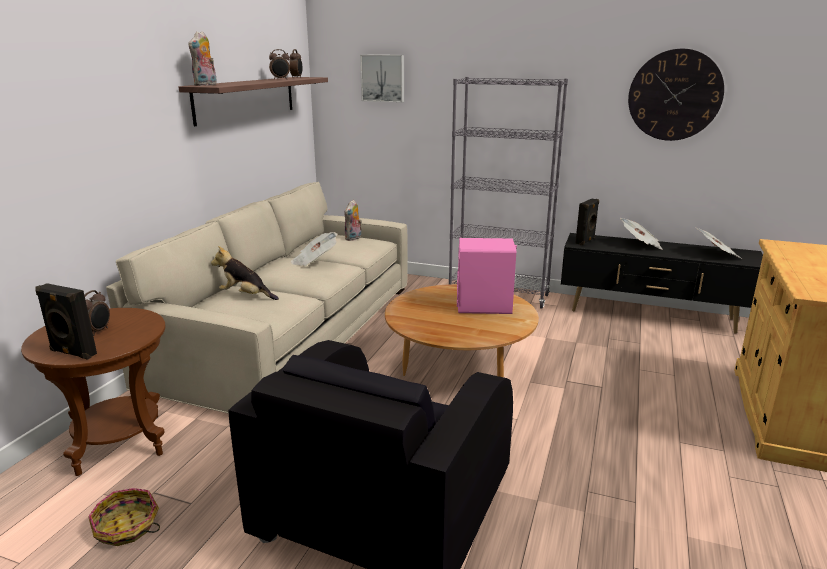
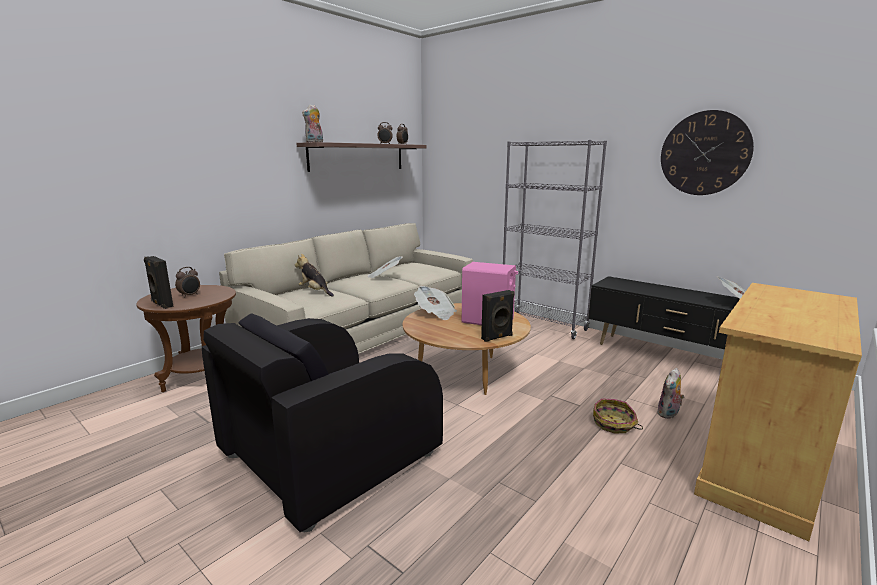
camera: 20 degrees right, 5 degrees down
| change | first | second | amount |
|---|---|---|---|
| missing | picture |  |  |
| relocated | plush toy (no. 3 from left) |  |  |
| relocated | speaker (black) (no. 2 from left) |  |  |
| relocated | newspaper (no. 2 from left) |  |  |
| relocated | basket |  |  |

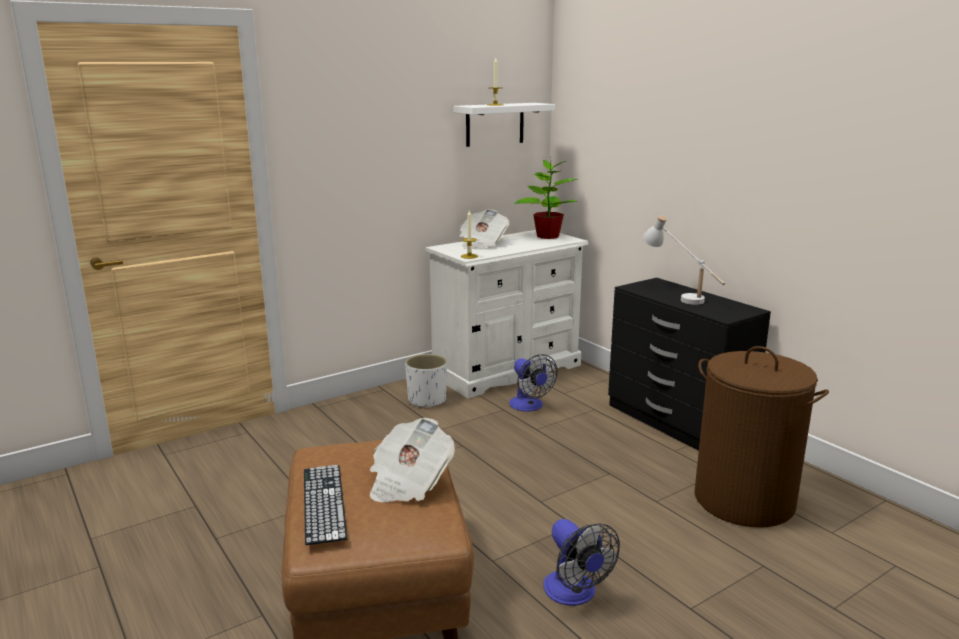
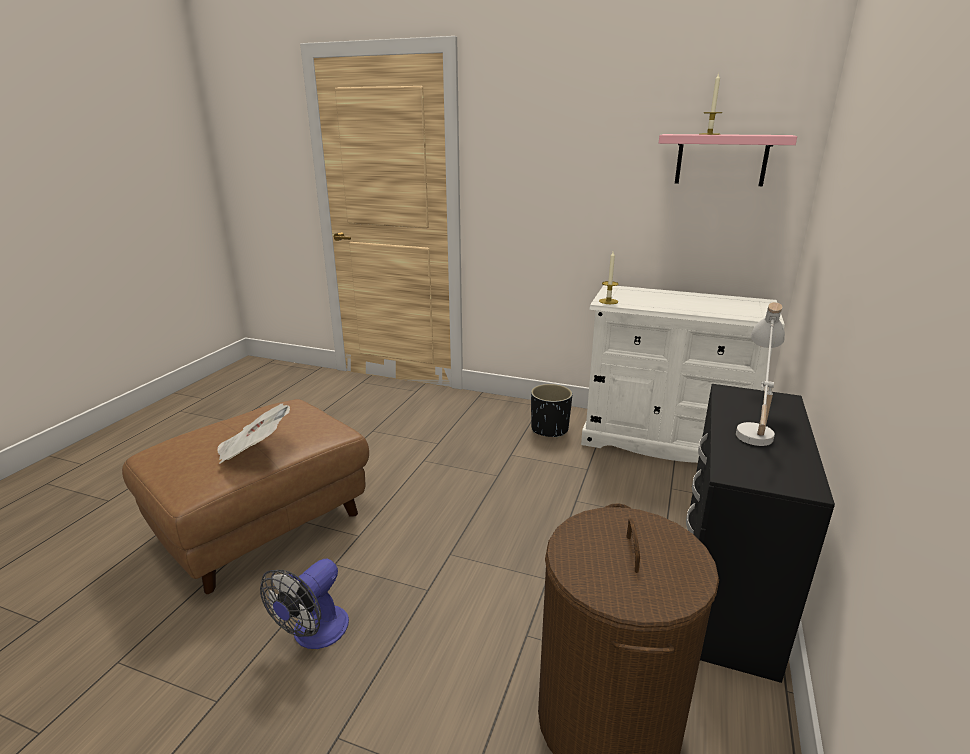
camera: 55 degrees right, 5 degrees up
| change | first | second | amount |
|---|---|---|---|
| colour | shelf (white) | shelf (pink) |  |
| missing | potted plant |  |  |
| missing | newspaper (no. 2 from left) |  |  |
| colour | planter (white) | planter (black) |  |
| missing | fan (no. 1 from left) |  |  |
| missing | keyboard |  |  |

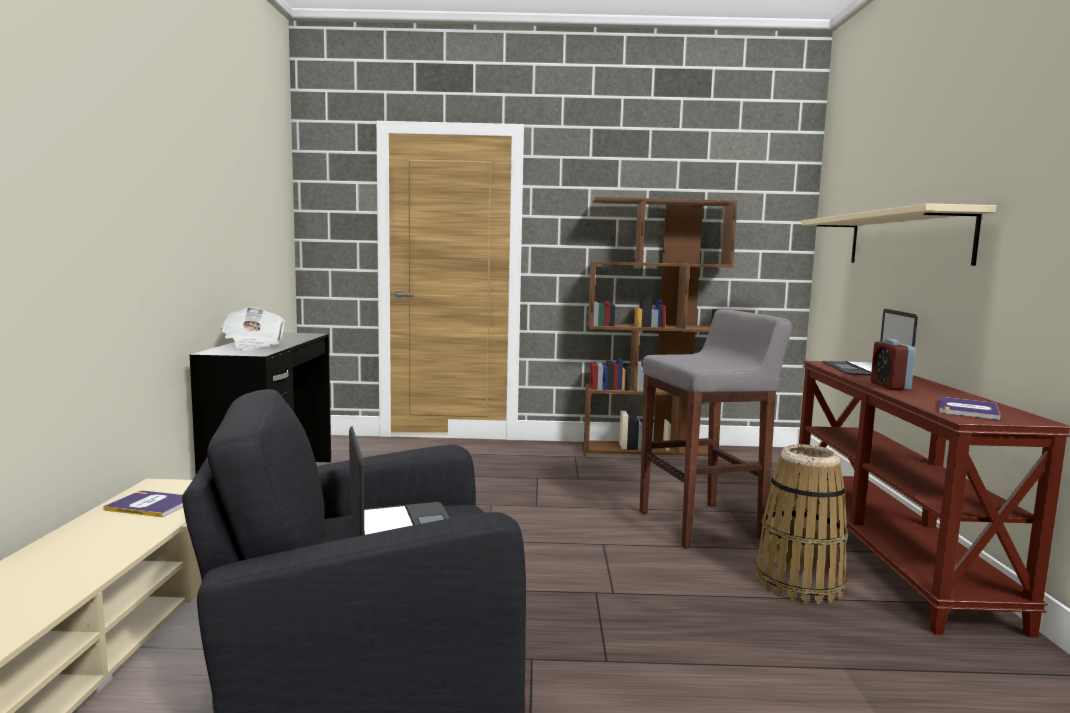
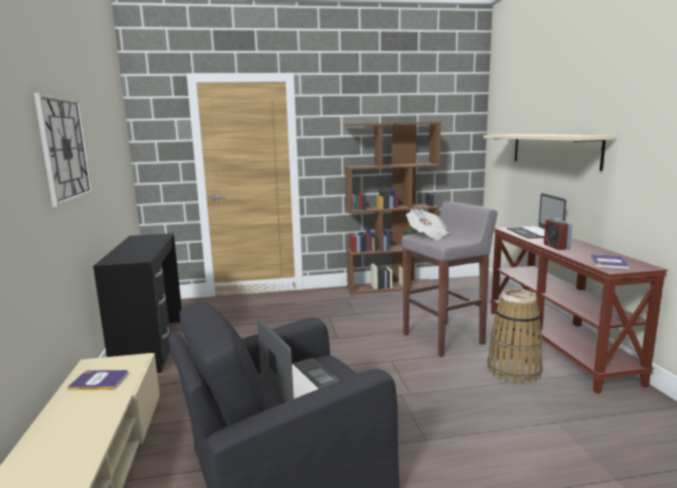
camera: 10 degrees left, 5 degrees up
| change | first | second | amount |
|---|---|---|---|
| relocated | newspaper |  |  |
| appeared |  | wall clock |  |

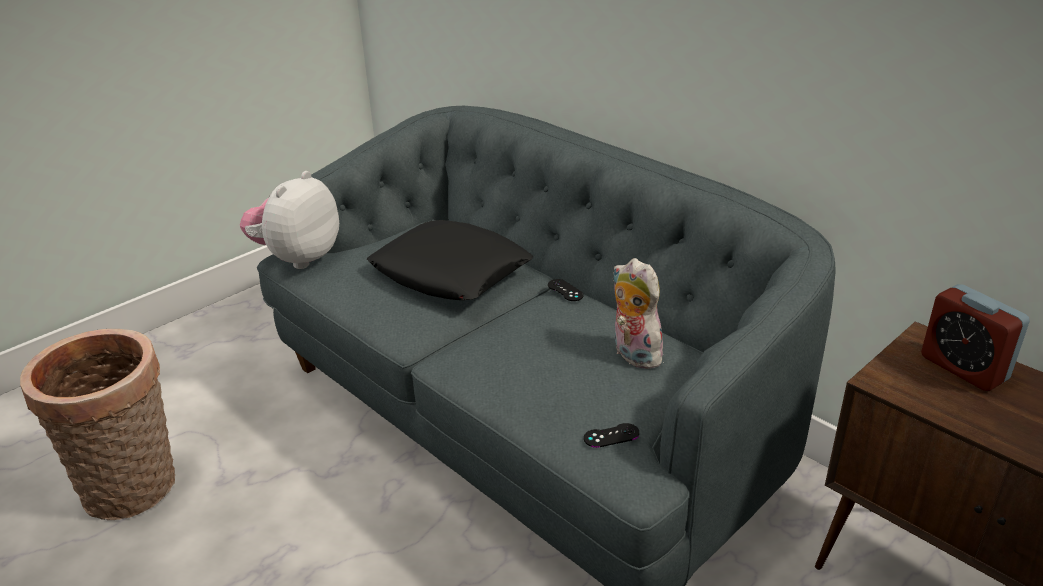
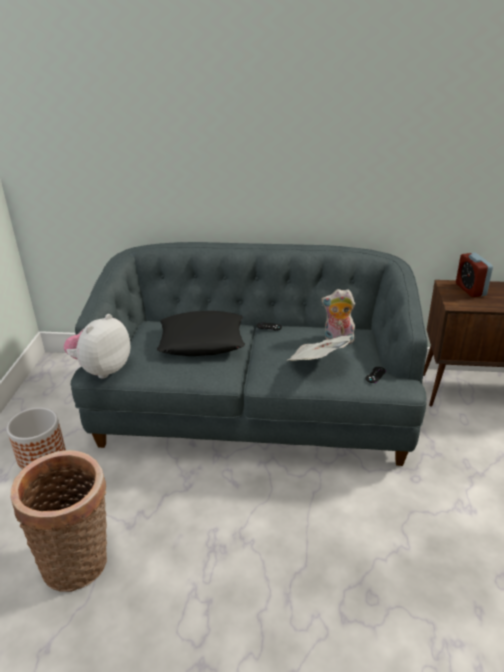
camera: 40 degrees left, 0 degrees up
| change | first | second | amount |
|---|---|---|---|
| spun | plush toy (no. 1 from left) |  | 45 degrees clockwise |
| spun | alarm clock |  | 60 degrees clockwise |
| appeared |  | newspaper |  |
| appeared |  | planter |  |

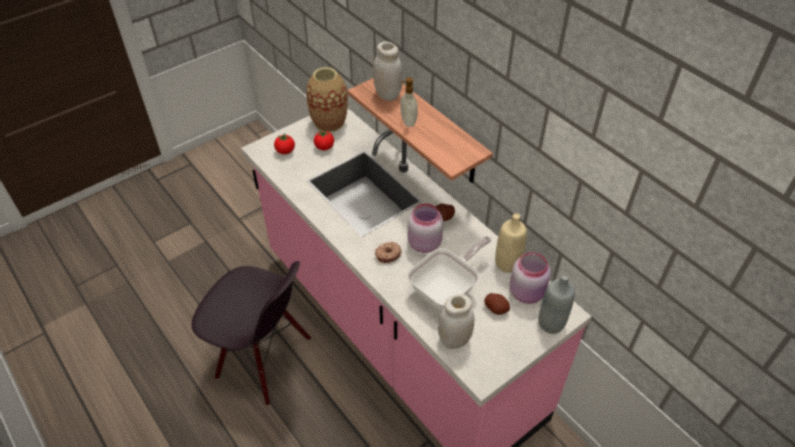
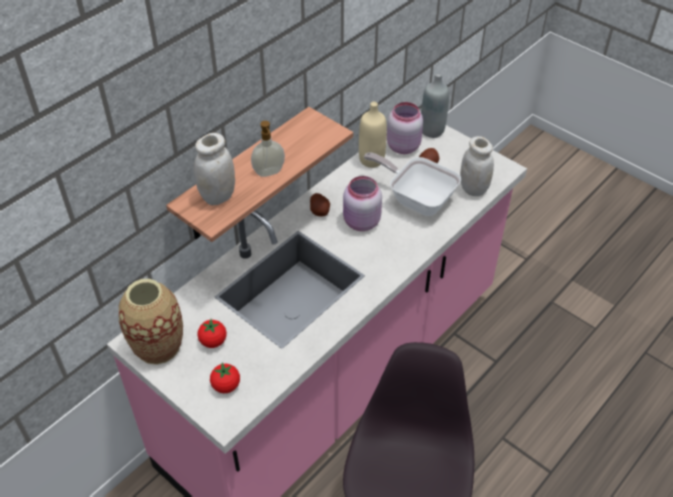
camera: 100 degrees left, 0 degrees up
| change | first | second | amount |
|---|---|---|---|
| missing | donut |  |  |

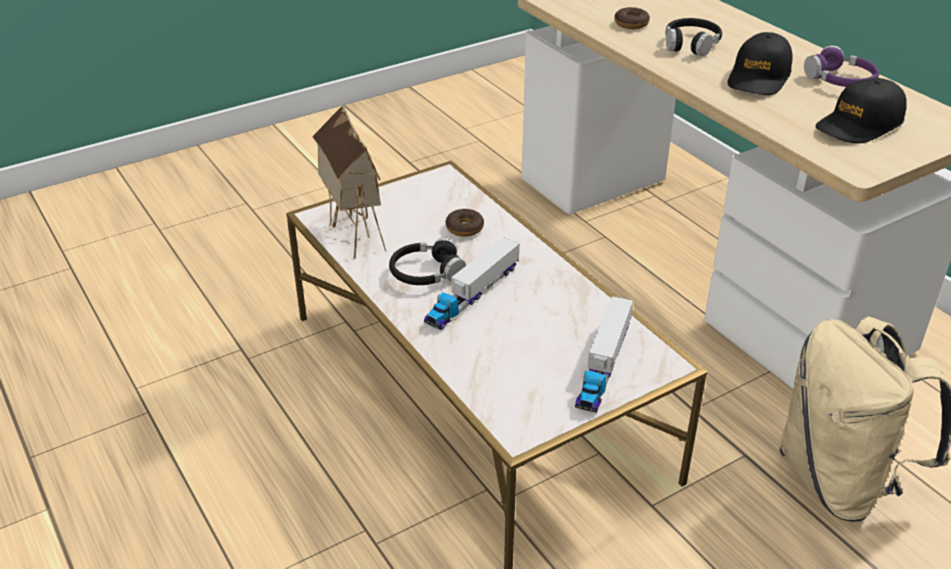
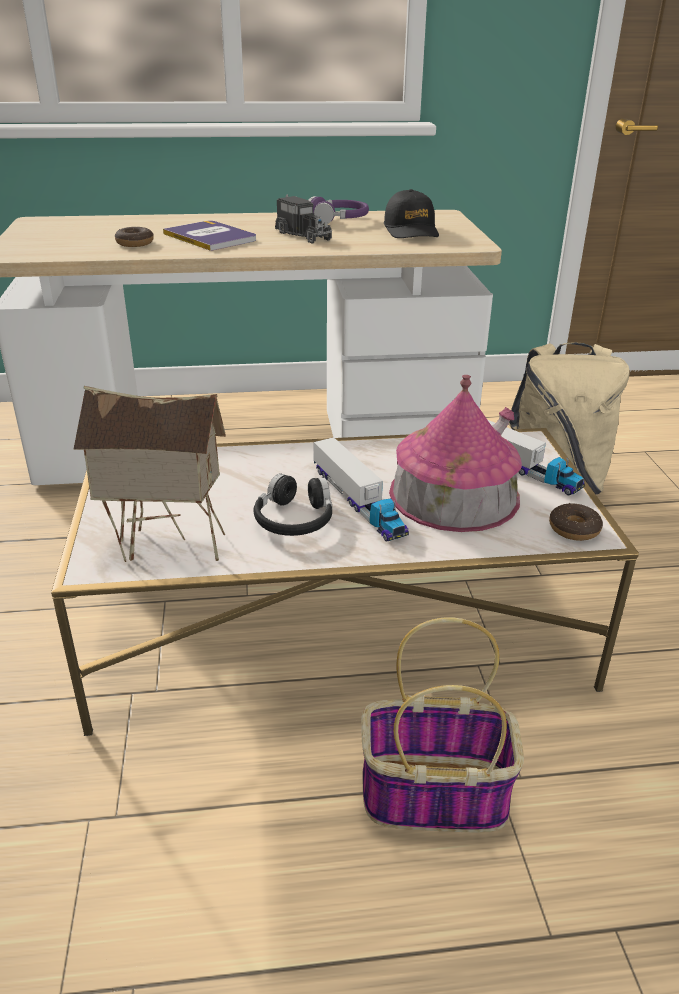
camera: 65 degrees left, 5 degrees down
| change | first | second | amount |
|---|---|---|---|
| exchanged | headphones (black) (no. 2 from left) | book |  |
| exchanged | cap (black) (no. 1 from left) | toy truck (no. 1 from left) |  |
| relocated | donut (no. 1 from left in the first image) | donut (no. 2 from left) |  |
| appeared |  | toy house (no. 2 from left) |  |
| appeared |  | basket |  |

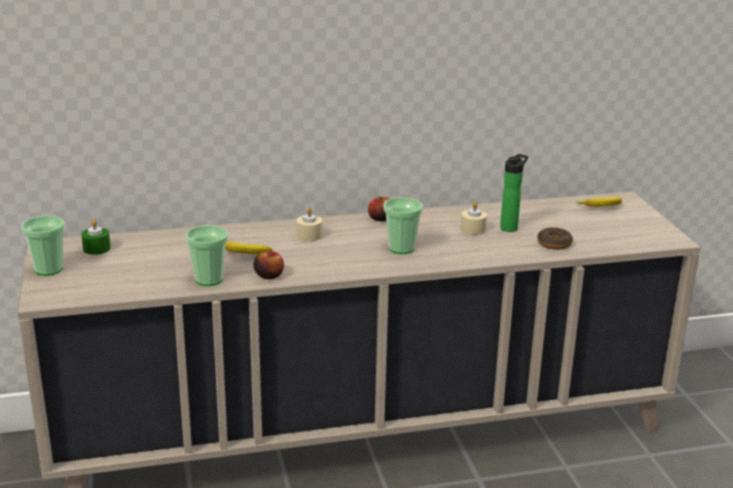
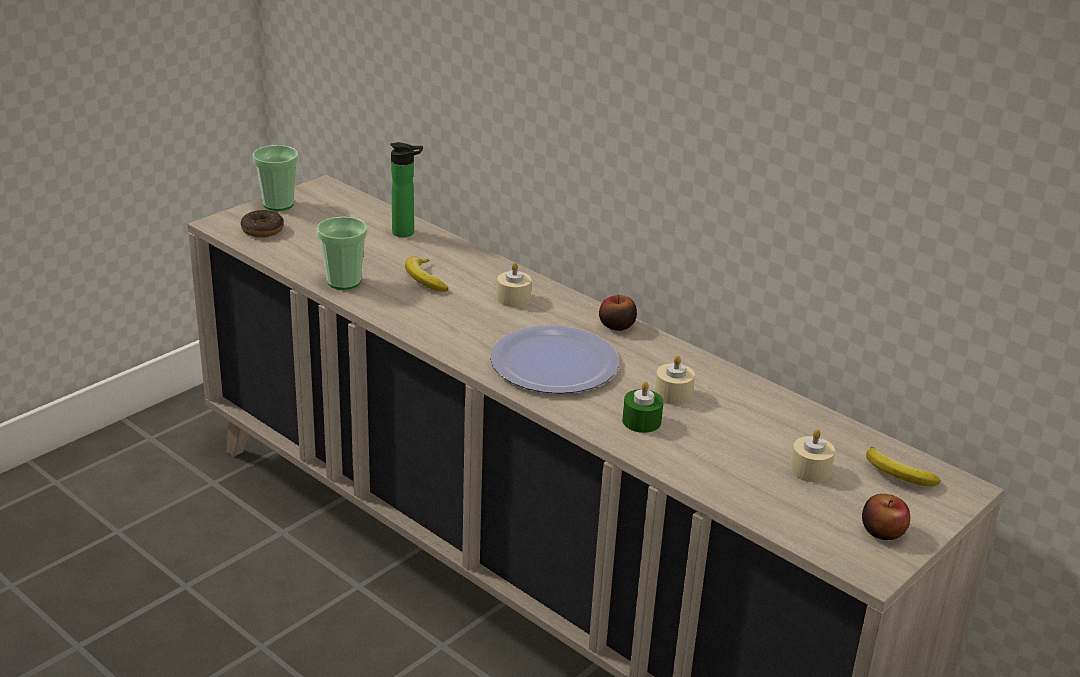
camera: 55 degrees right, 5 degrees up
| change | first | second | amount |
|---|---|---|---|
| relocated | bottle |  |  |
| exchanged | cup (no. 3 from left) | plate |  |
| relocated | candle (green) |  |  |
| relocated | donut |  |  |
| relocated | apple (no. 1 from left in the first image) | apple (no. 2 from left) |  |
| appeared |  | candle (beige) (no. 3 from left) |  |

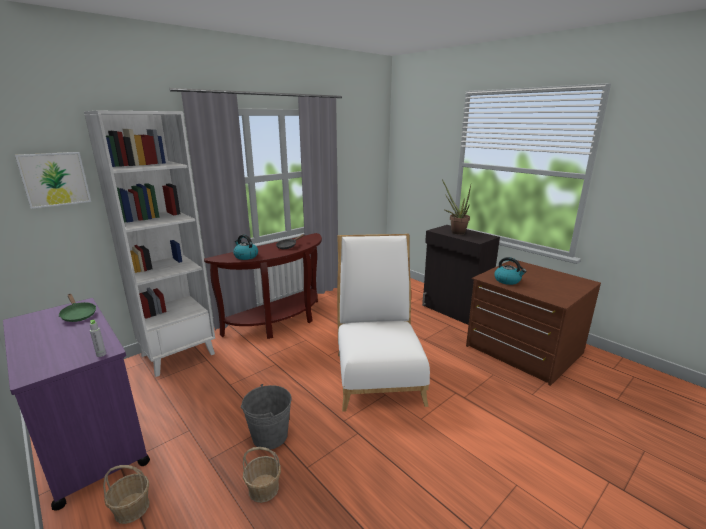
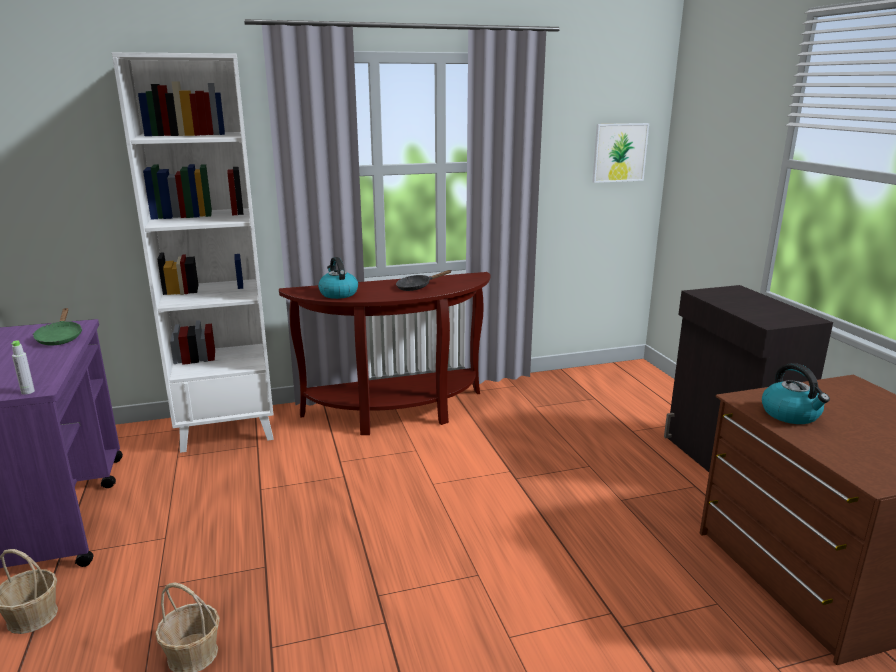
camera: 25 degrees right, 0 degrees up
| change | first | second | amount |
|---|---|---|---|
| relocated | picture |  |  |
| missing | potted plant |  |  |
| missing | chair (white) |  |  |
| missing | bucket (grey) |  |  |

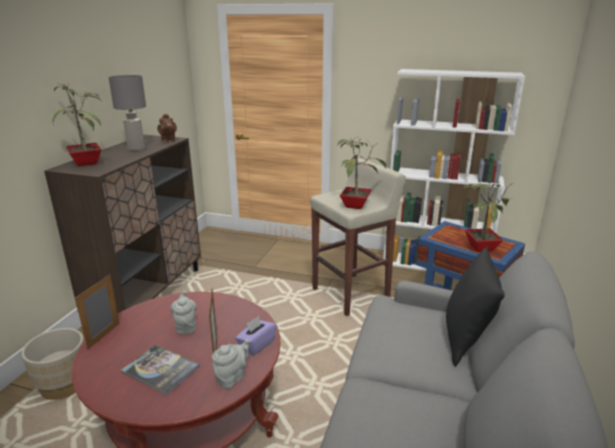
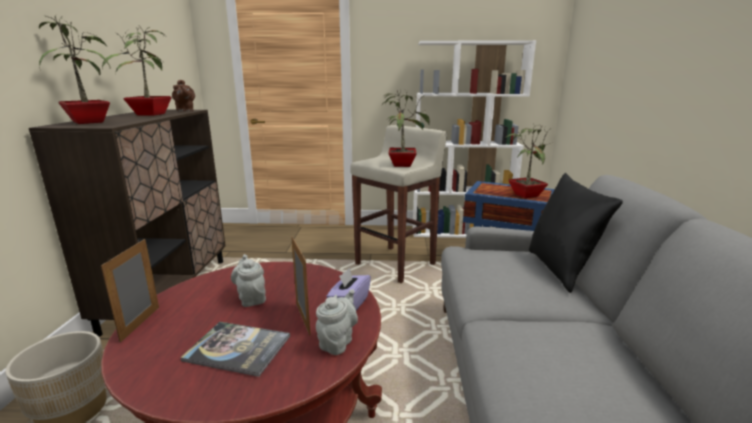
camera: 15 degrees left, 5 degrees down
| change | first | second | amount |
|---|---|---|---|
| exchanged | table lamp (grey) | potted plant (no. 2 from left) |  |

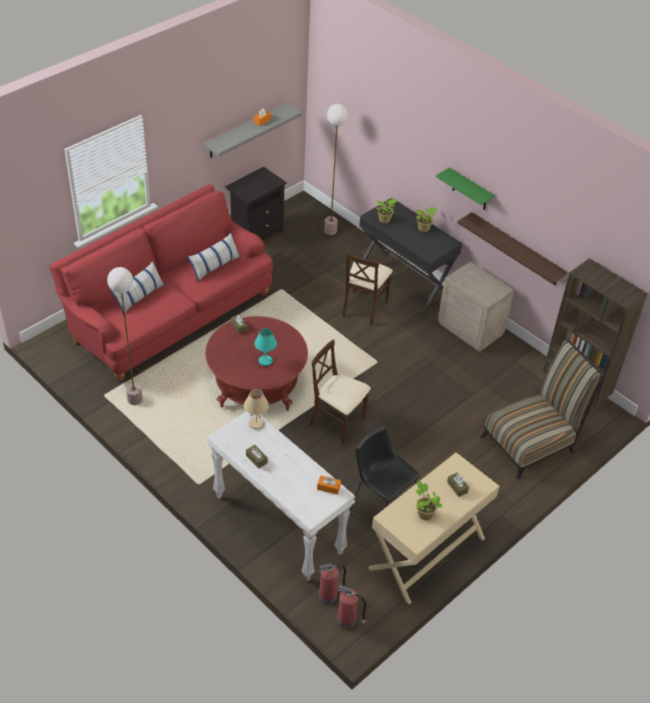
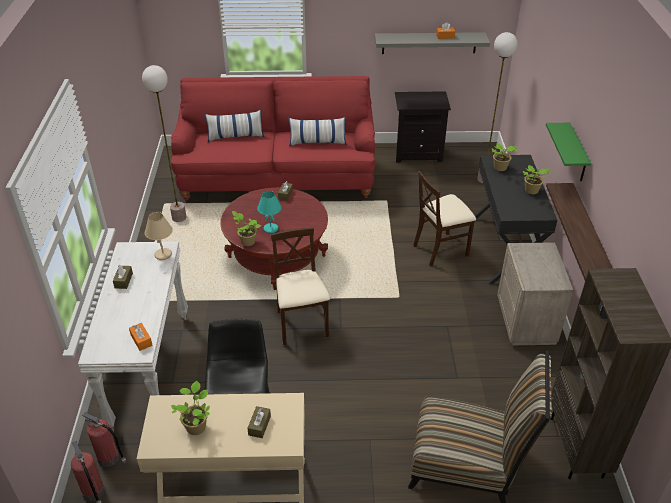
camera: 45 degrees right, 5 degrees down
| change | first | second | amount |
|---|---|---|---|
| appeared |  | potted plant (no. 2 from left) |  |

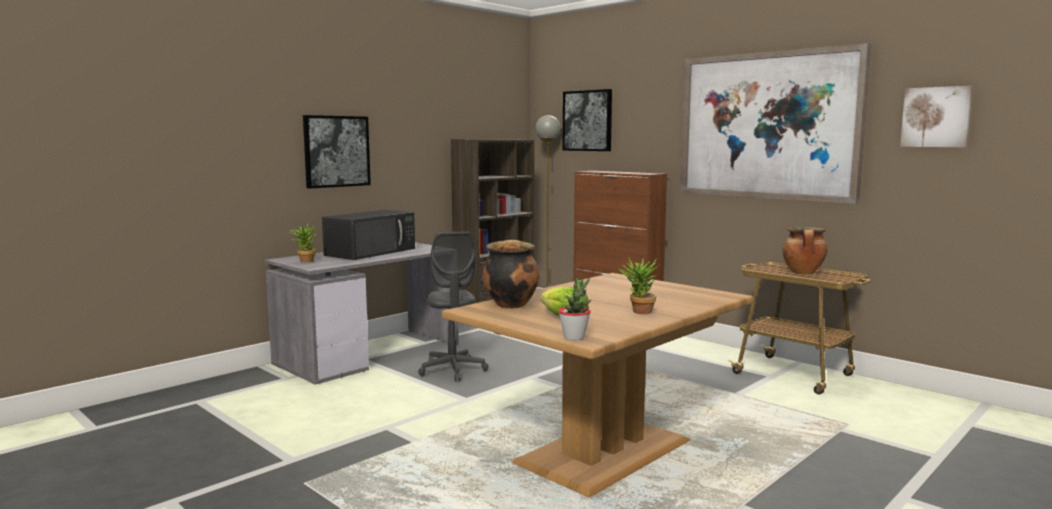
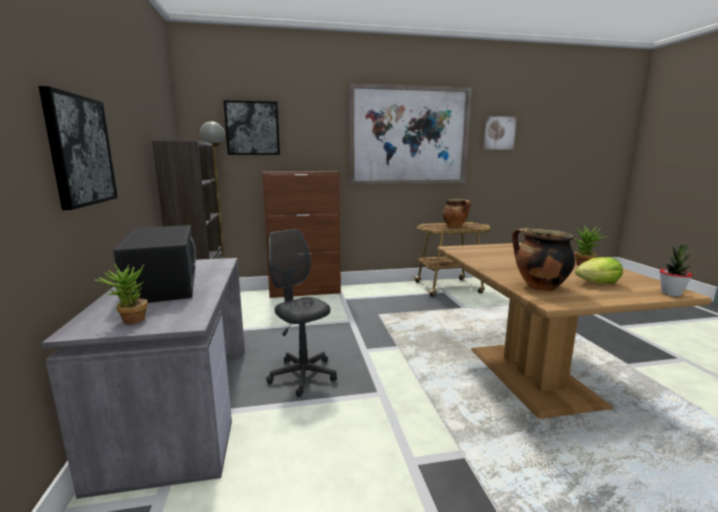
camera: 55 degrees left, 5 degrees up
| change | first | second | amount |
|---|---|---|---|
| spun | office chair (grey) |  | 150 degrees counterclockwise |

